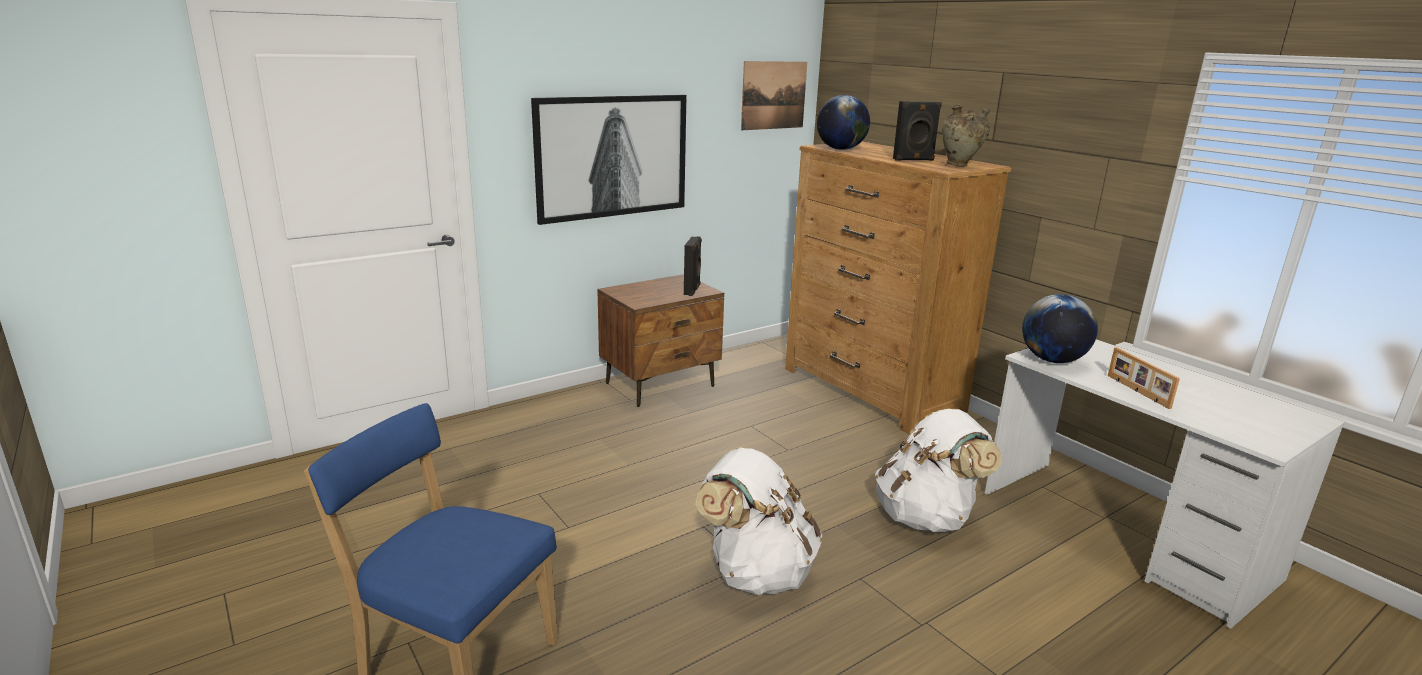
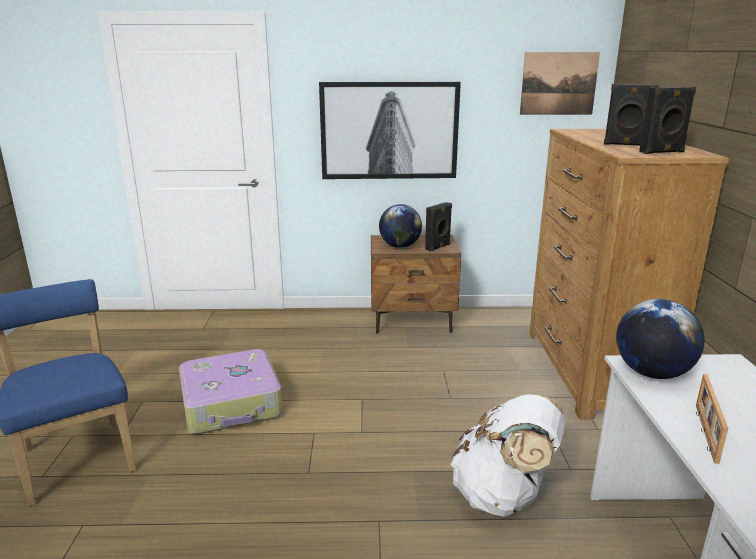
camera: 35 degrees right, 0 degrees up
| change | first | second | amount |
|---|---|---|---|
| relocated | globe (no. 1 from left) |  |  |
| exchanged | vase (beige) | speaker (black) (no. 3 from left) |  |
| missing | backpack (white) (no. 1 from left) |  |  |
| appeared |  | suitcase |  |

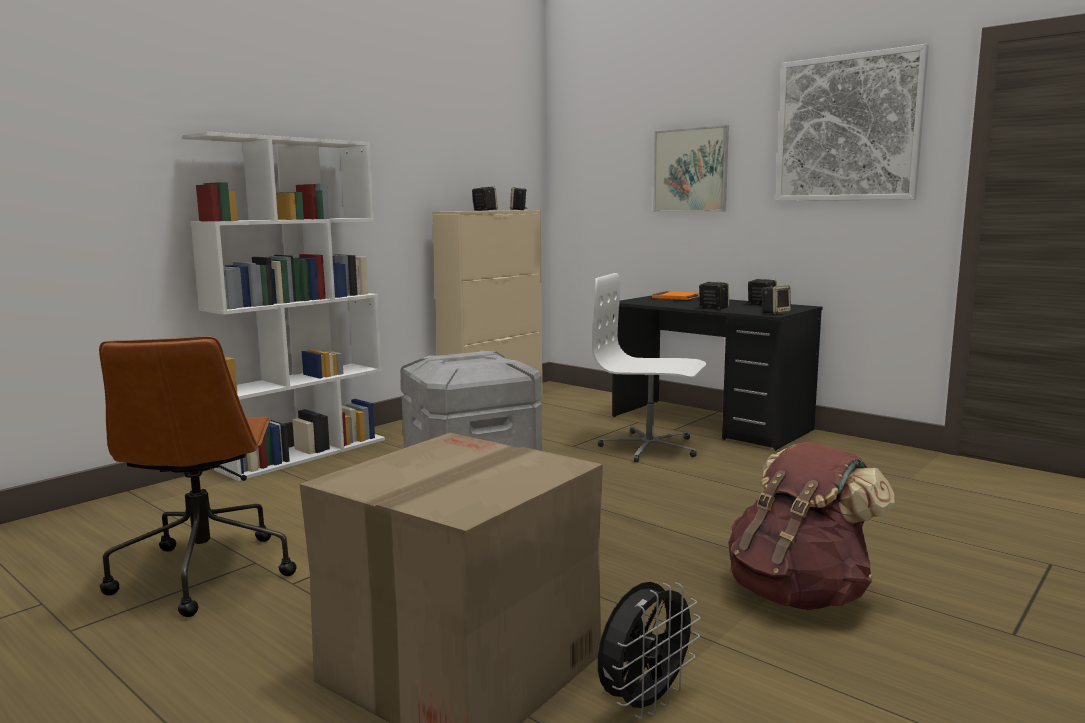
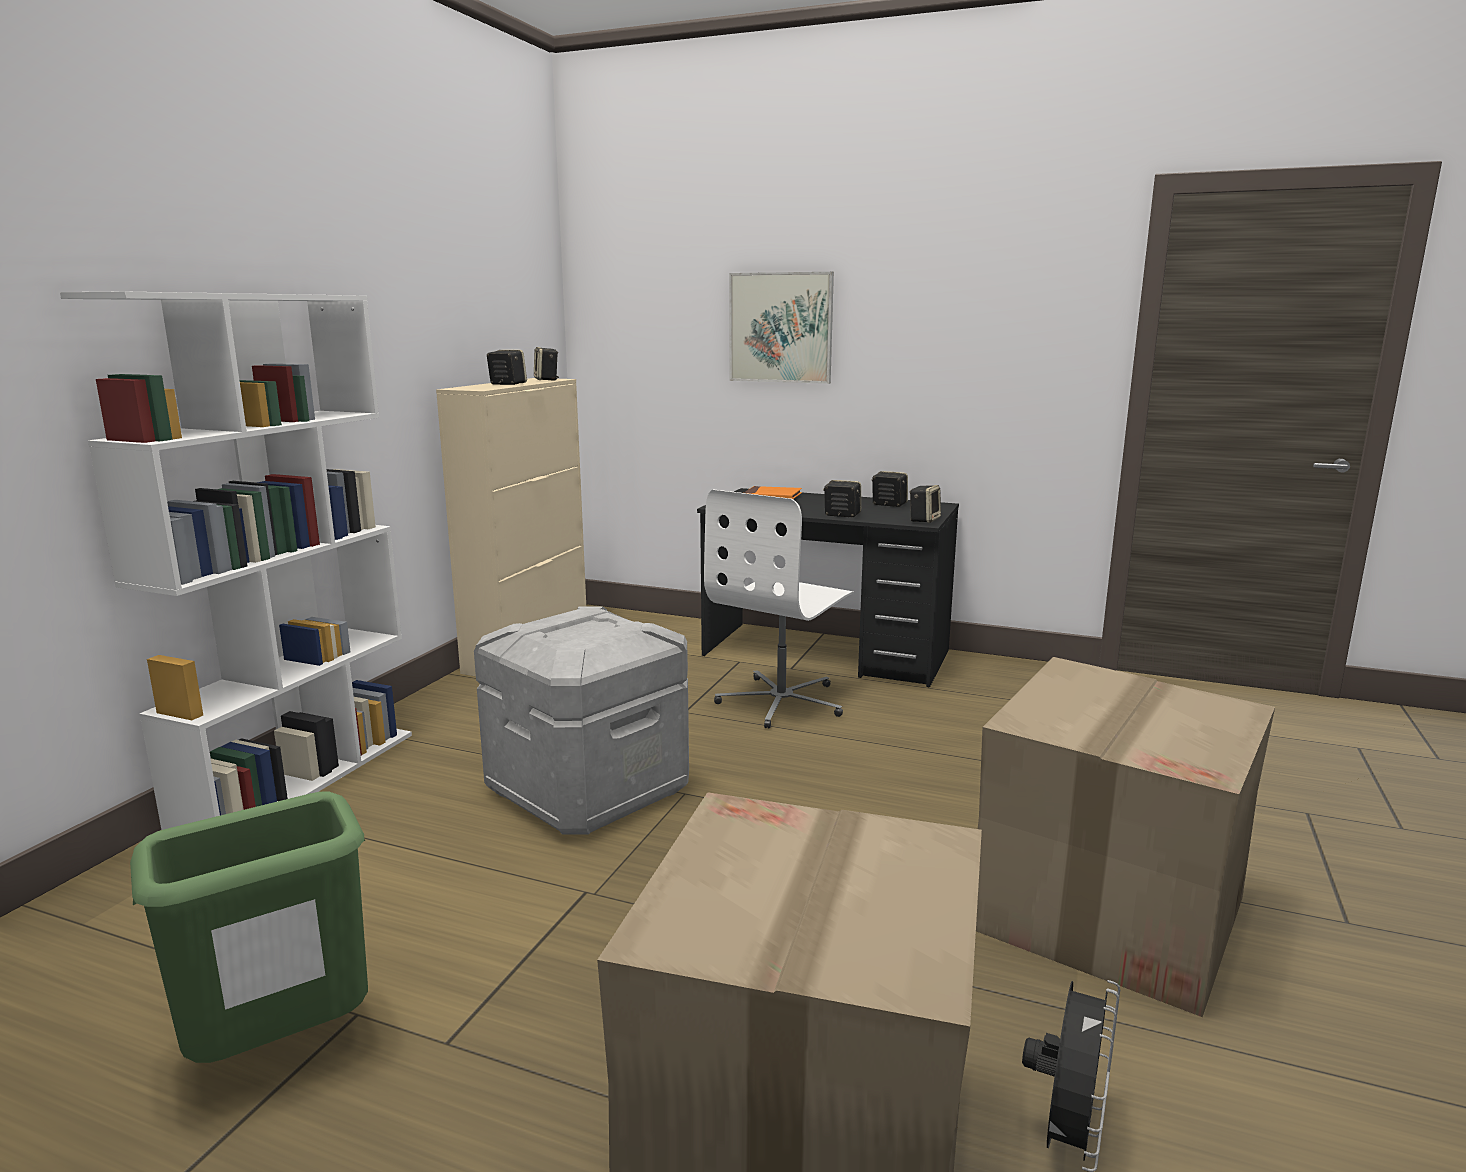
camera: 20 degrees left, 5 degrees up
| change | first | second | amount |
|---|---|---|---|
| missing | picture (no. 2 from left) |  |  |
| spun | office chair (white) |  | 60 degrees counterclockwise |
| exchanged | office chair (brown) | trash can (green) |  |
| exchanged | backpack (brown) | cardboard box (no. 2 from left) |  |

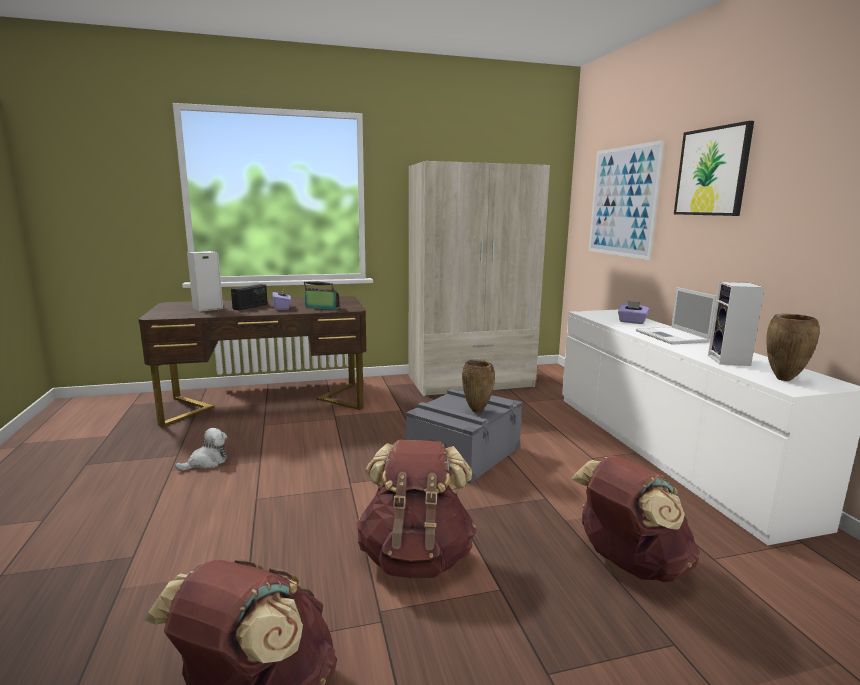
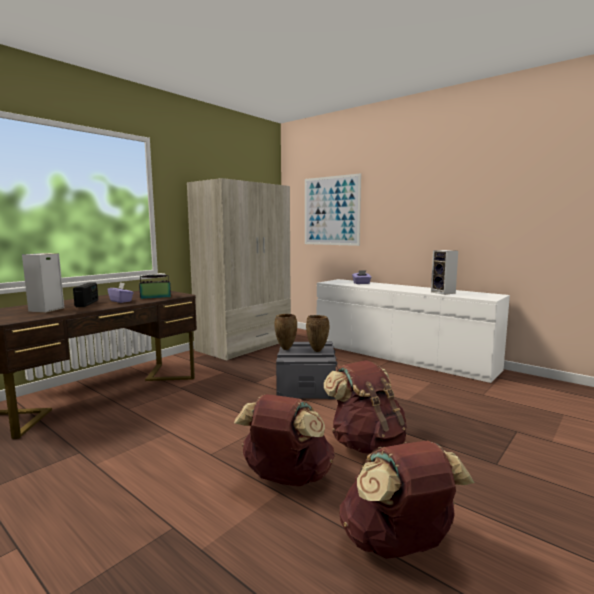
camera: 35 degrees left, 5 degrees down
| change | first | second | amount |
|---|---|---|---|
| missing | picture (no. 2 from left) |  |  |
| missing | laptop |  |  |
| relocated | vase (brown) (no. 2 from left in the first image) | vase (brown) (no. 1 from left) |  |
| missing | plush toy |  |  |
| relocated | backpack (brown) (no. 3 from left in the first image) | backpack (brown) (no. 1 from left) |  |

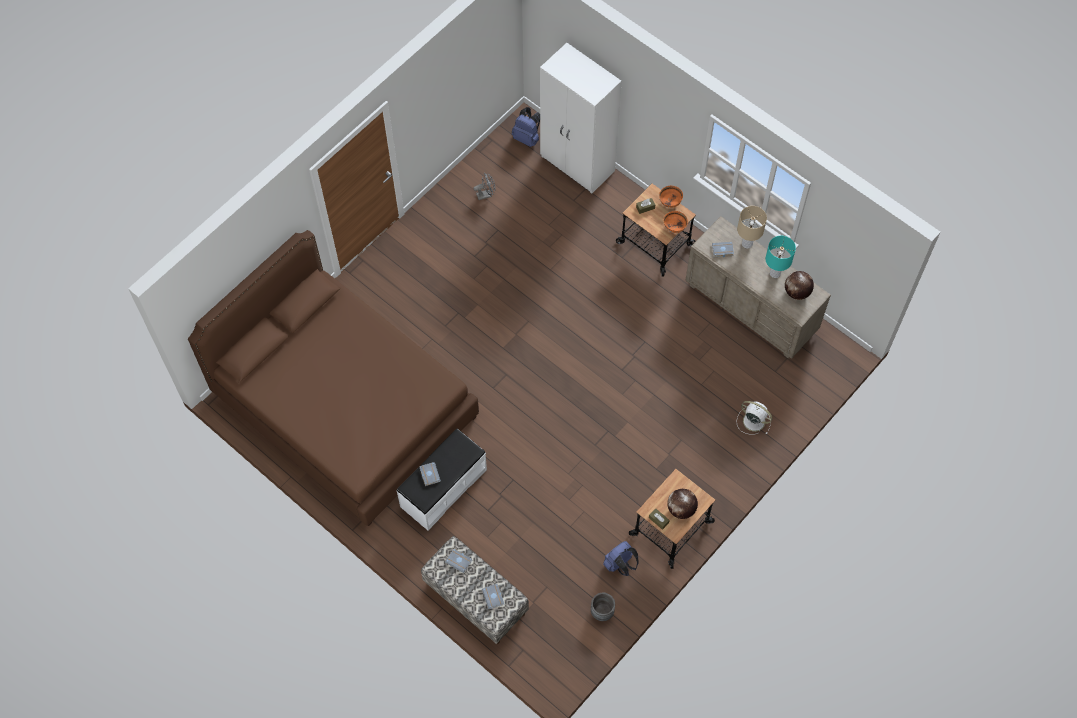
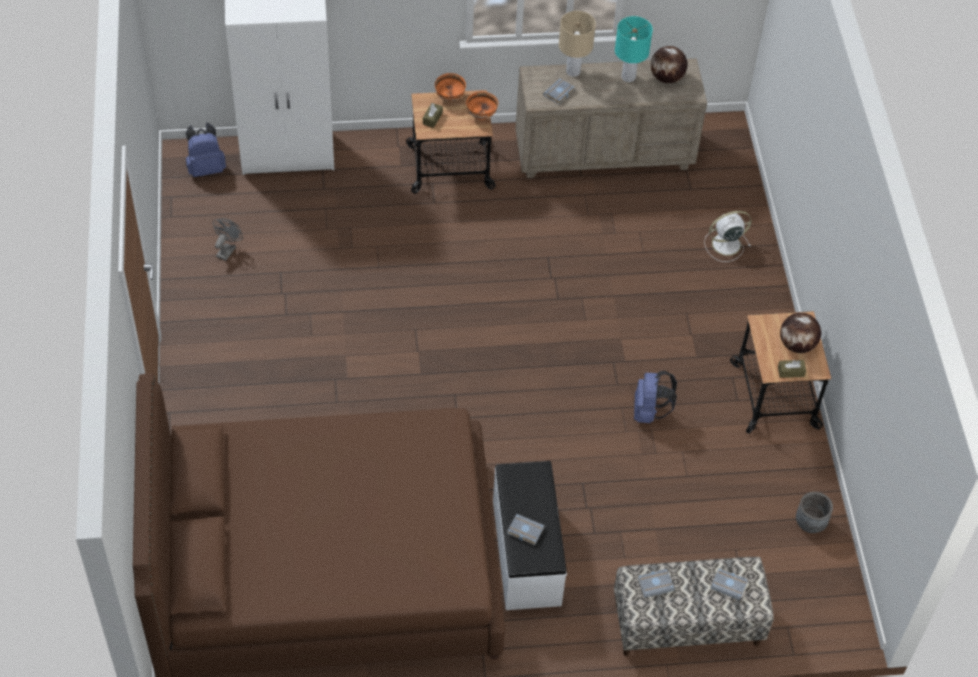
camera: 50 degrees left, 10 degrees down
| change | first | second | amount |
|---|---|---|---|
| relocated | backpack (blue) (no. 2 from left) |  |  |

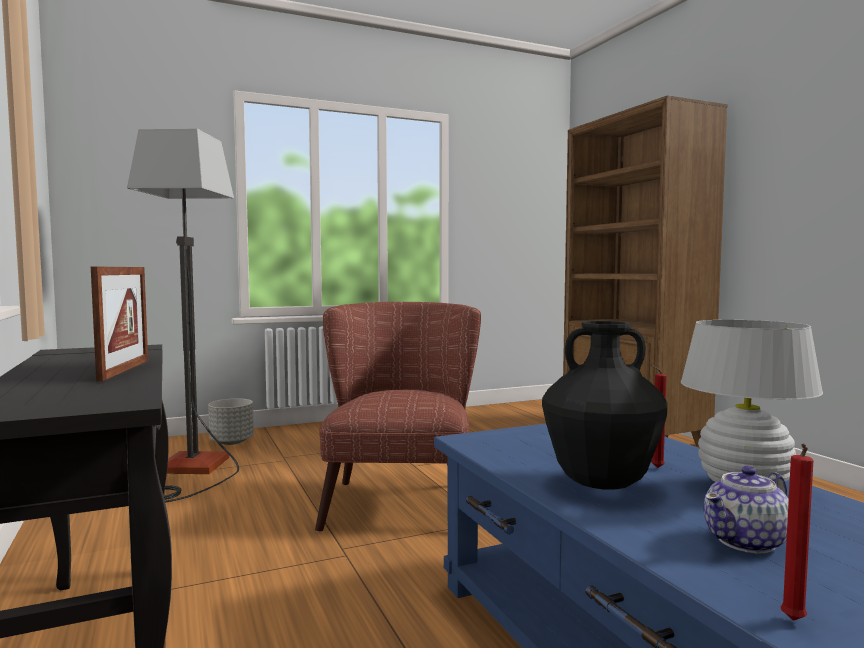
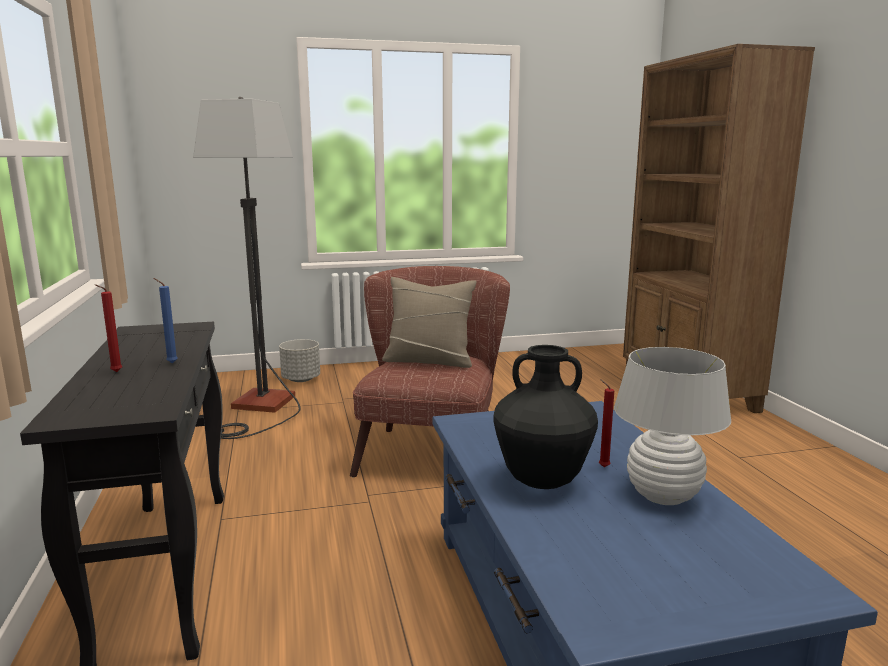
camera: 10 degrees right, 10 degrees up
| change | first | second | amount |
|---|---|---|---|
| exchanged | picture frame | candle (blue) |  |
| relocated | candle (red) (no. 2 from left in the first image) | candle (red) (no. 1 from left) |  |
| missing | teapot |  |  |
| appeared |  | pillow (beige) |  |

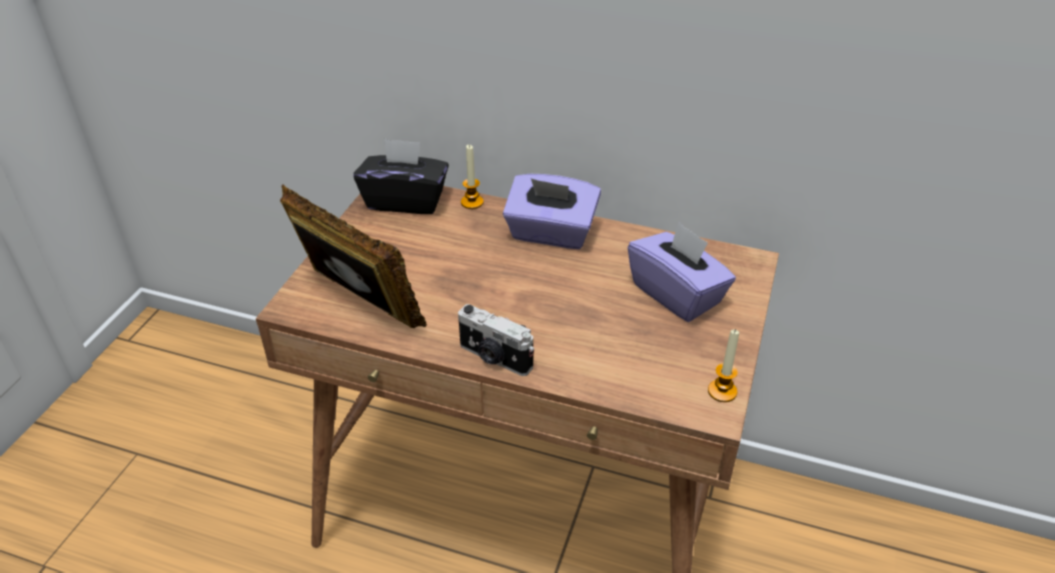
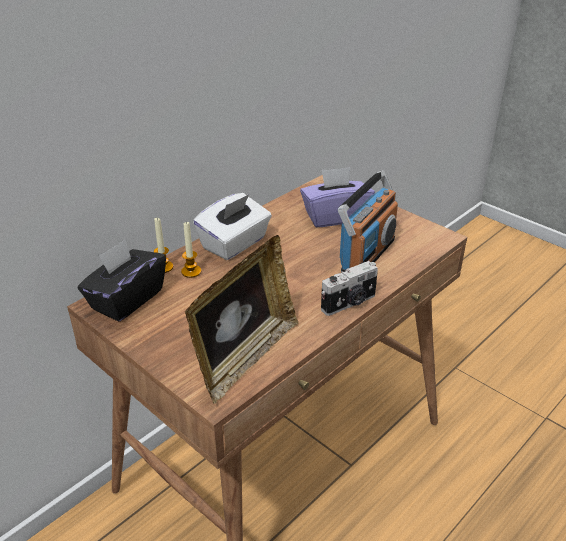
camera: 65 degrees left, 5 degrees down
| change | first | second | amount |
|---|---|---|---|
| colour | tissue box (purple) (no. 1 from left) | tissue box (white) |  |
| spun | picture frame |  | 150 degrees clockwise |
| relocated | candle (no. 2 from left) |  |  |
| appeared |  | radio |  |

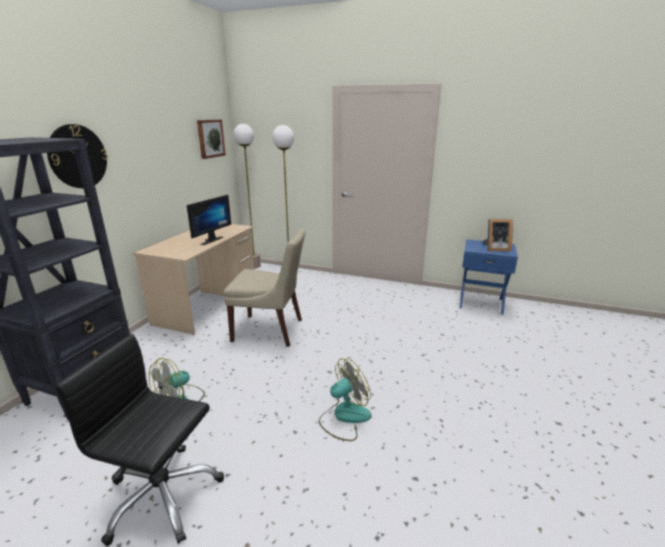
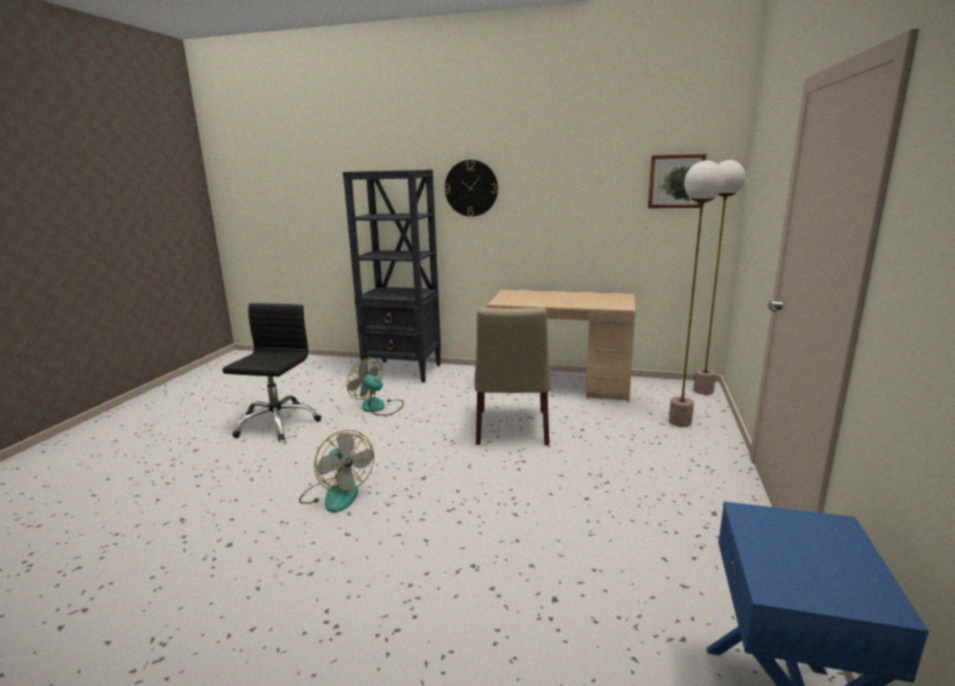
camera: 85 degrees right, 5 degrees down
| change | first | second | amount |
|---|---|---|---|
| missing | monitor |  |  |
| missing | picture frame |  |  |

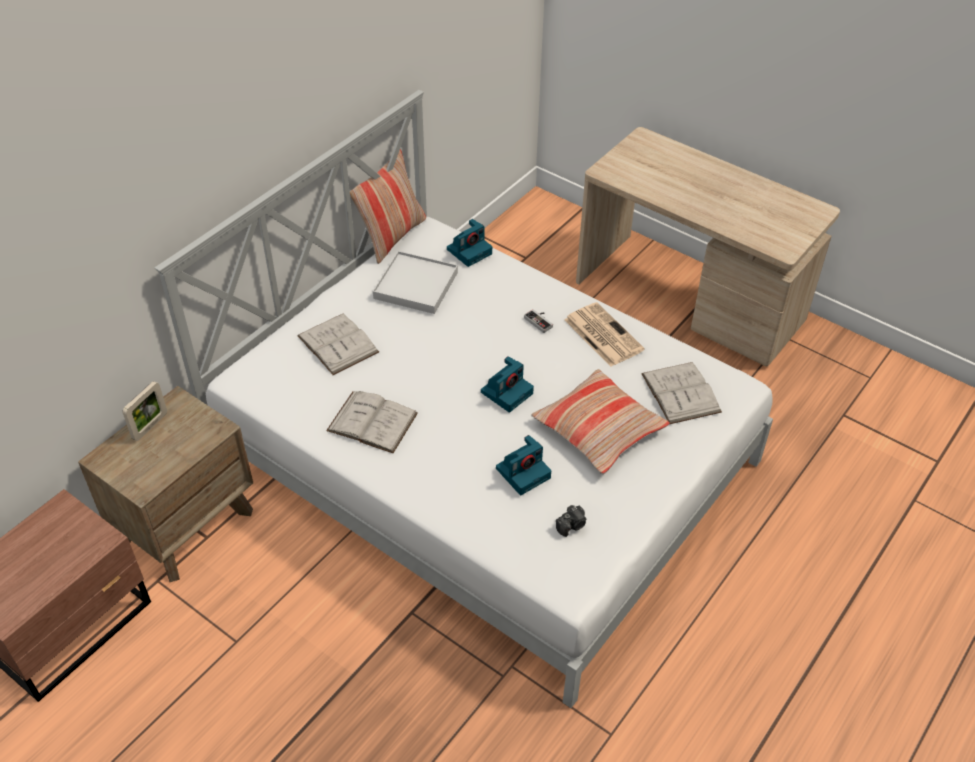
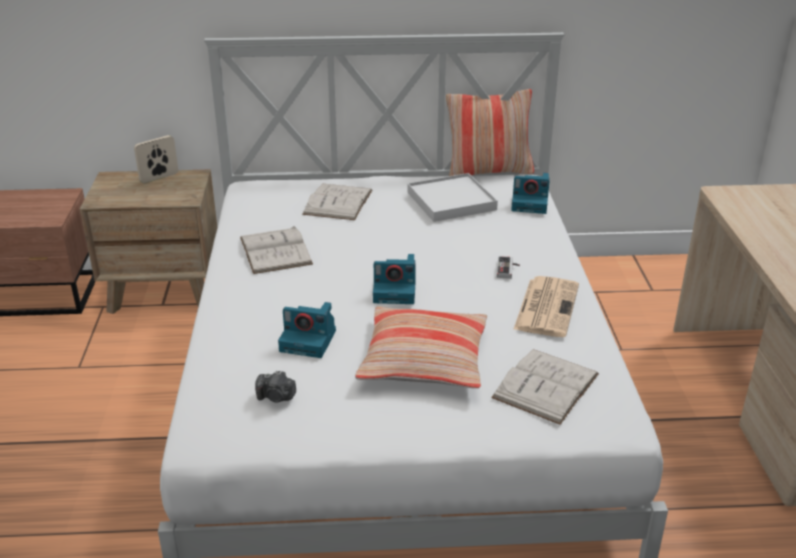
camera: 50 degrees right, 15 degrees down
| change | first | second | amount |
|---|---|---|---|
| spun | picture frame |  | 150 degrees clockwise |

